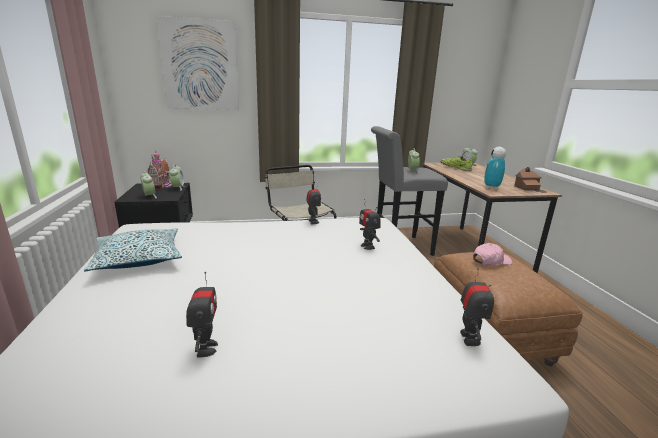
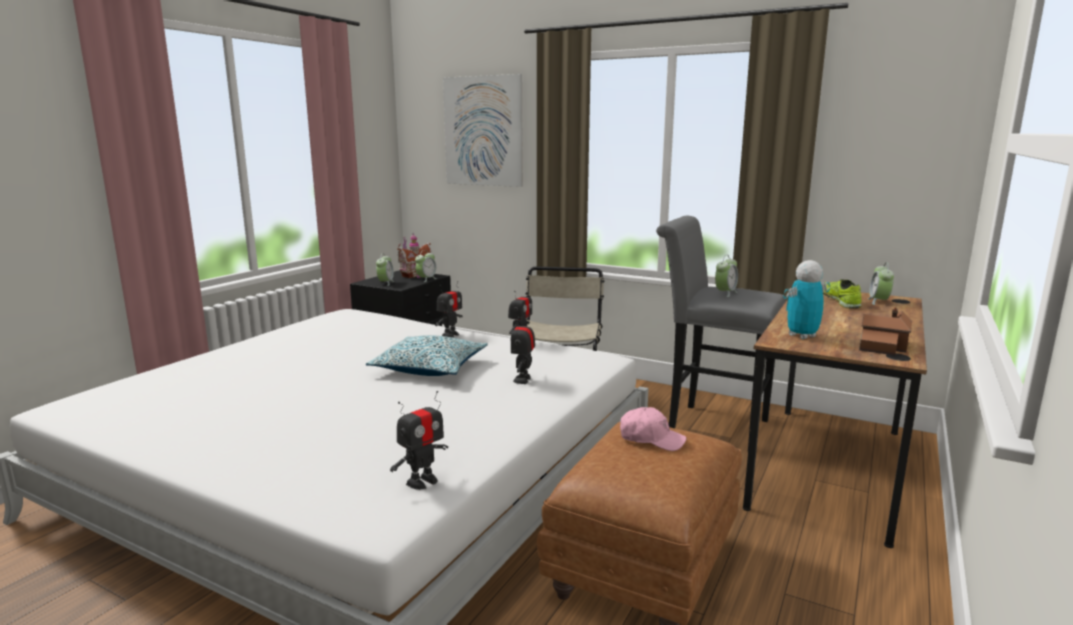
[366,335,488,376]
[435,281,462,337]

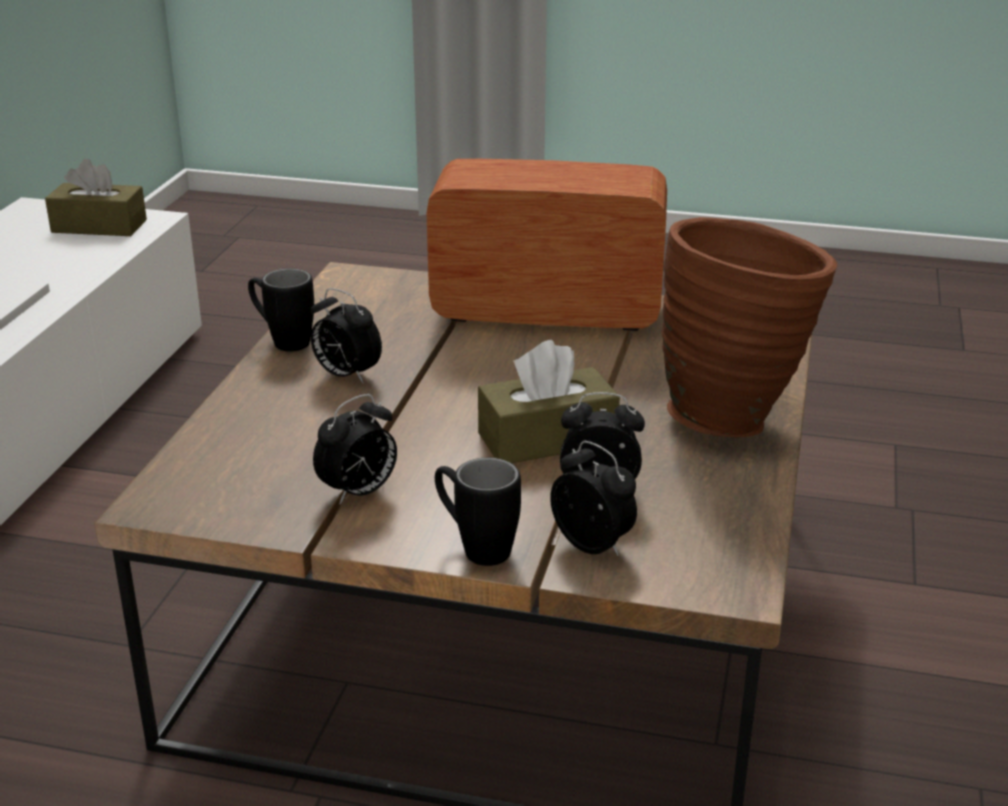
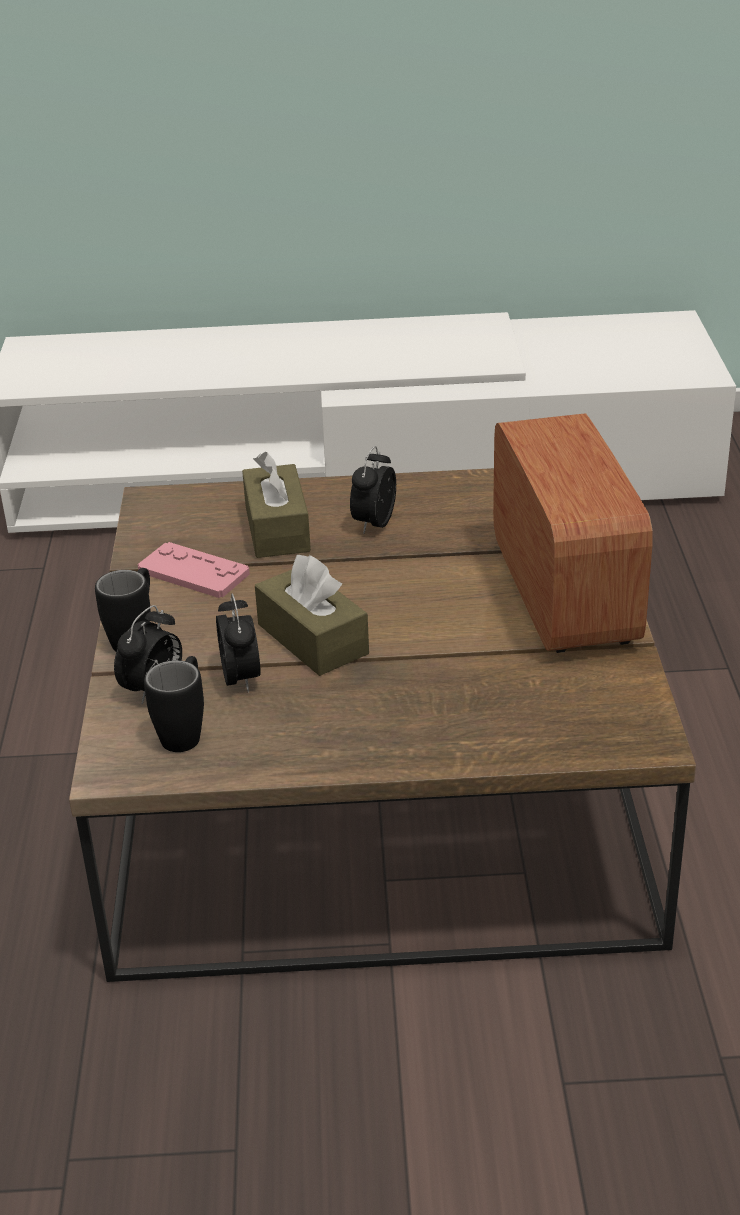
[242,452,311,558]
[662,217,837,437] (first image)
[144,656,204,752]
[137,542,250,598]

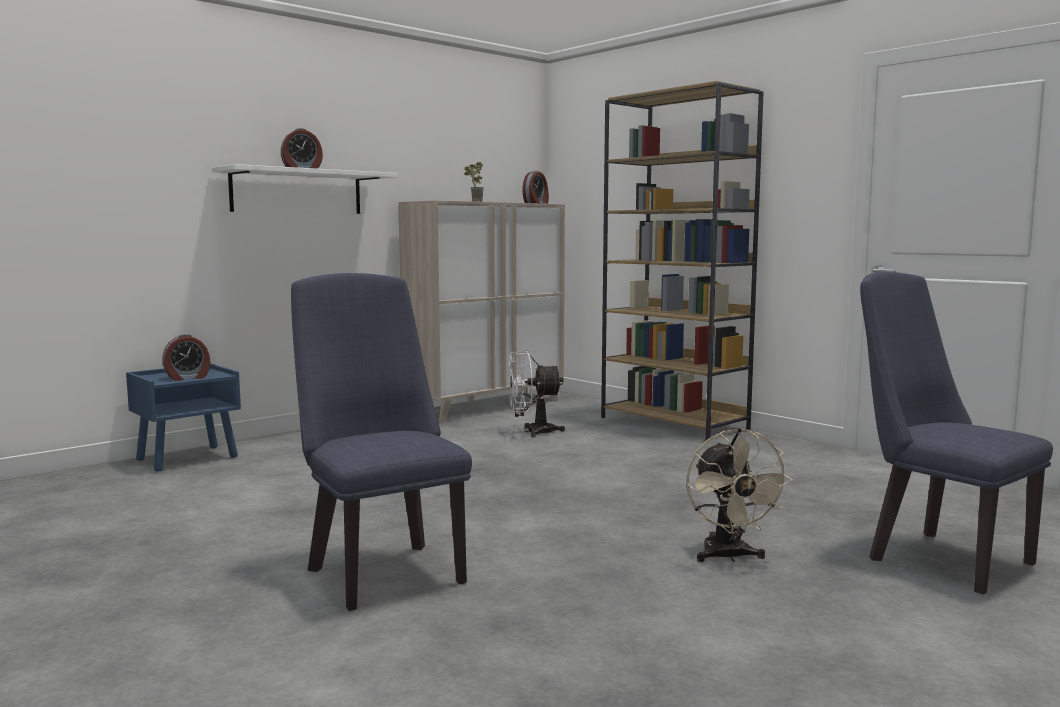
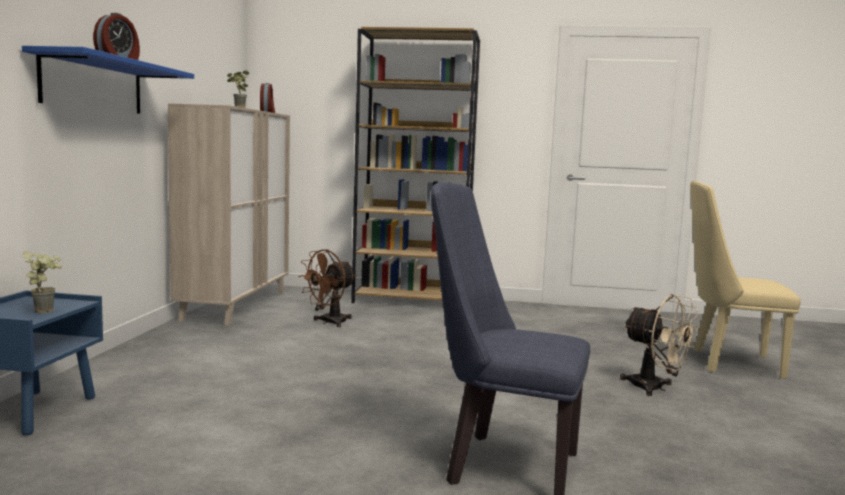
[22,46,194,114]
[690,181,801,379]
[22,251,62,313]
[298,249,357,327]

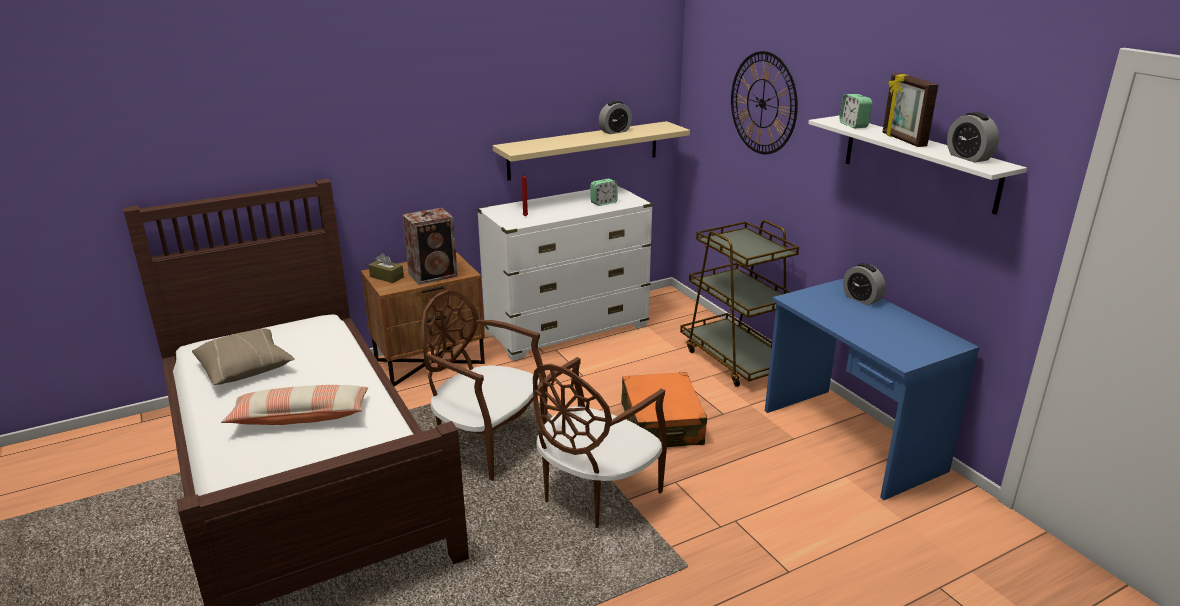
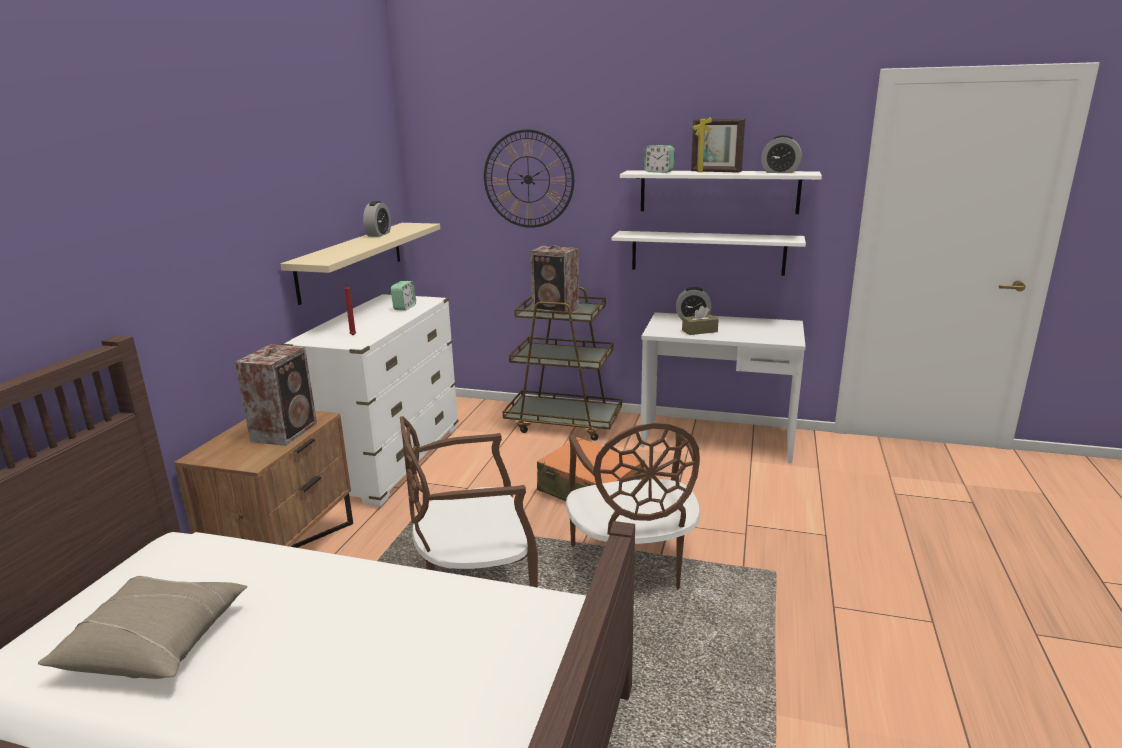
[682,306,719,335]
[640,312,806,463]
[221,385,368,425] (first image)
[611,231,806,276]
[530,246,579,315]

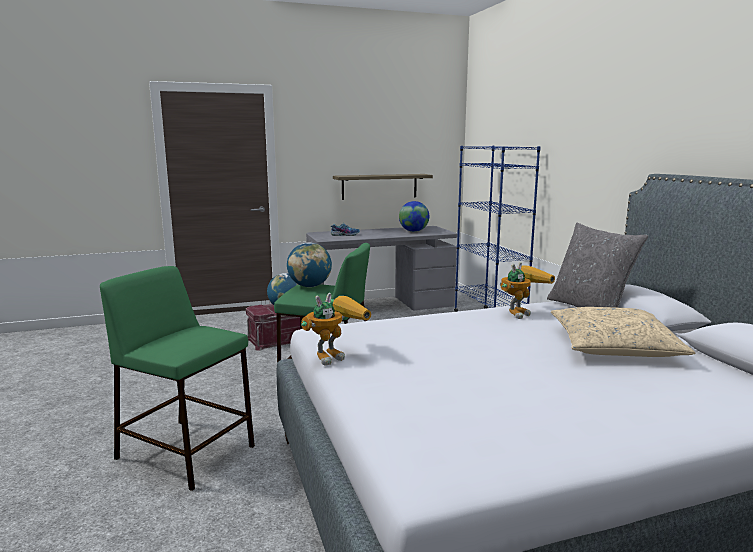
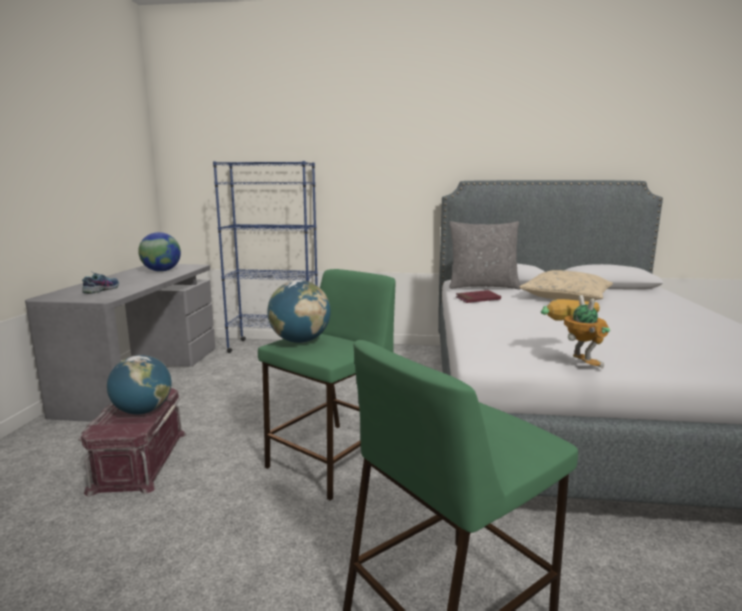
[333,174,433,200] (first image)
[456,290,501,303]

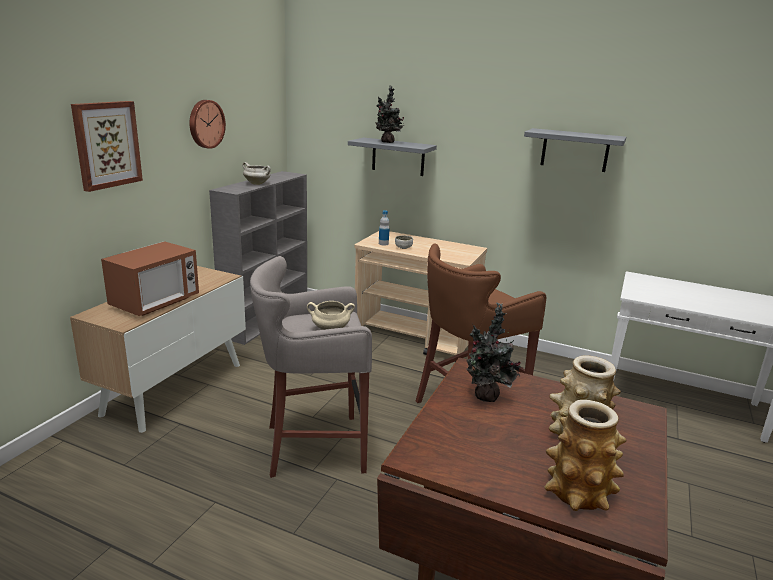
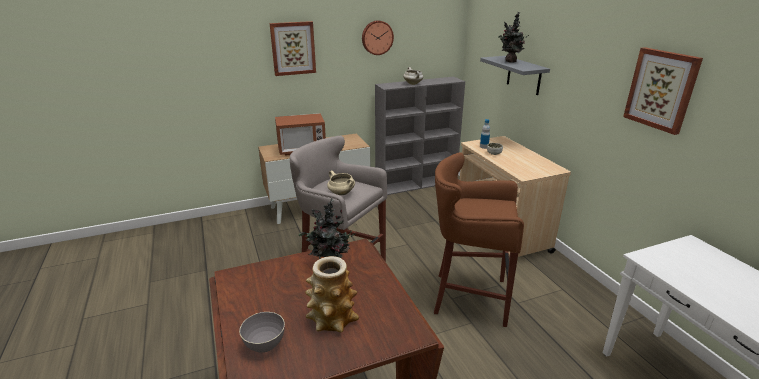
[623,47,703,135]
[239,312,285,353]

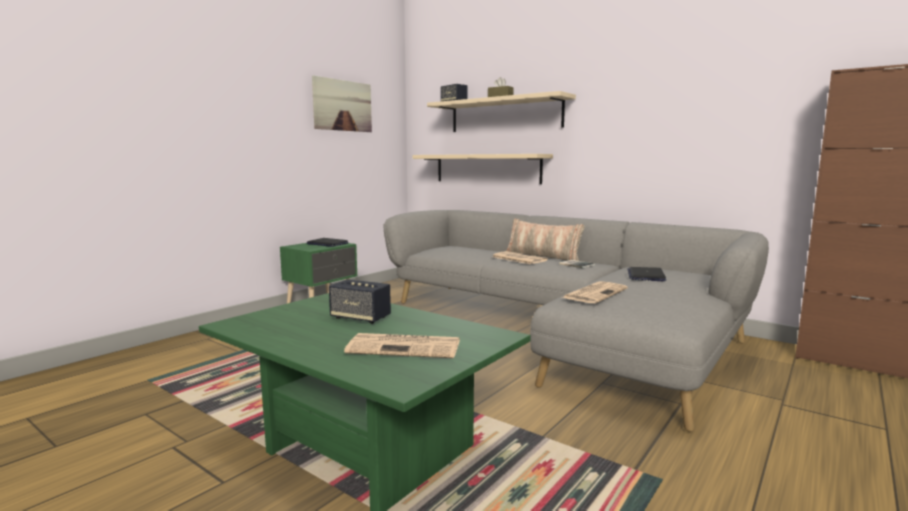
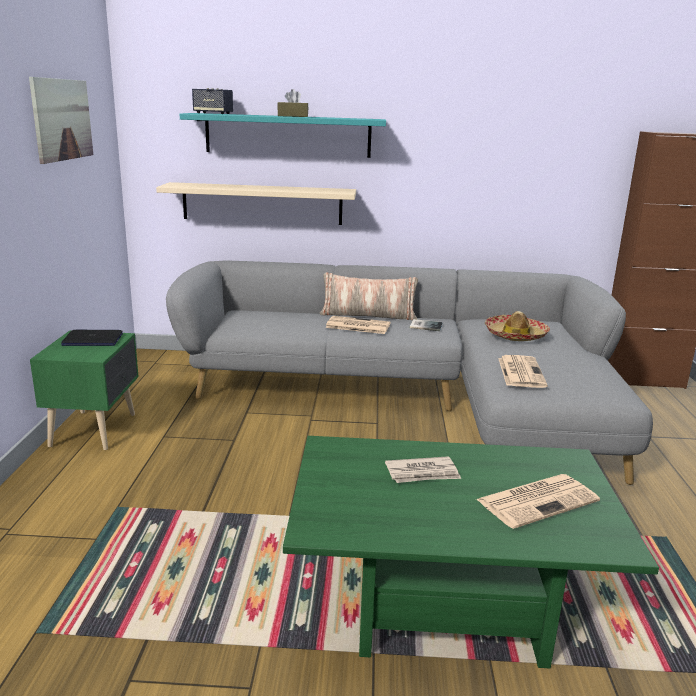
[180,113,386,158]
[485,311,550,341]
[385,456,461,483]

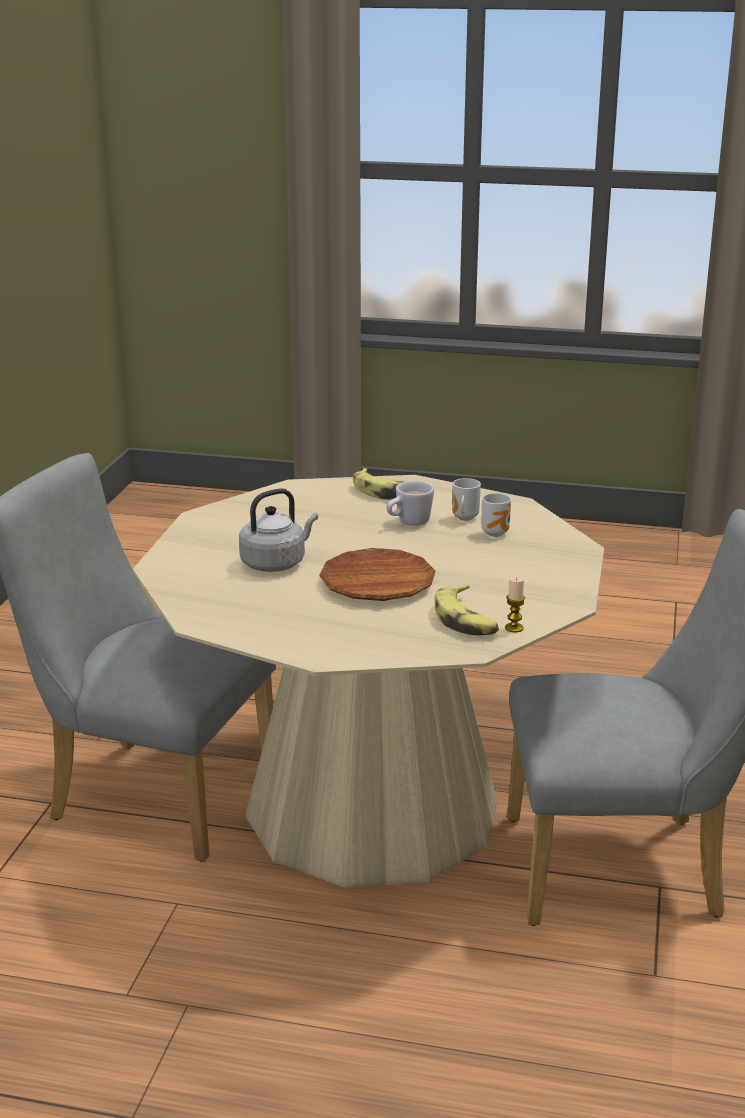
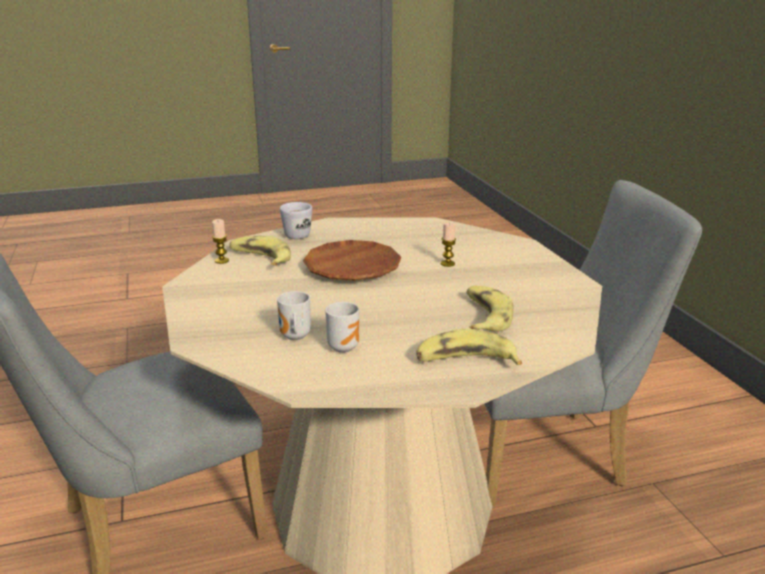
[280,202,312,239]
[441,223,456,267]
[466,286,513,331]

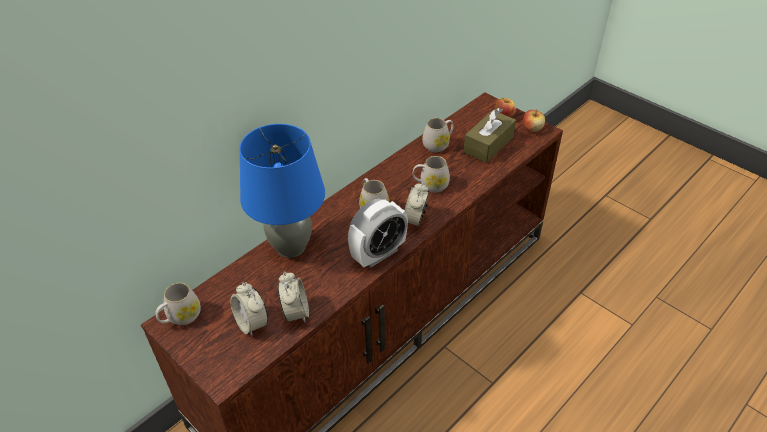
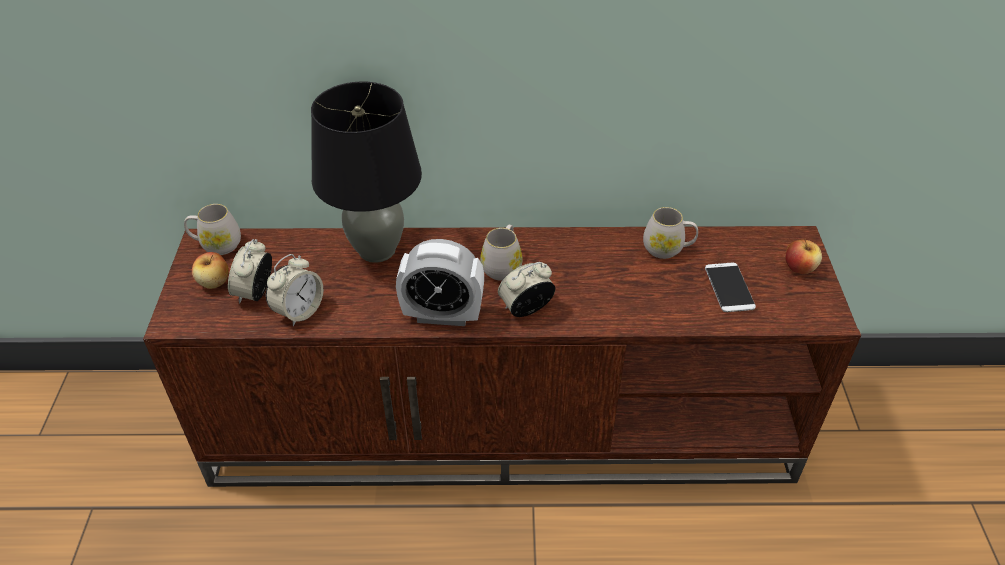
[705,262,756,312]
[192,252,229,289]
[311,82,422,263]
[413,156,450,192] (first image)

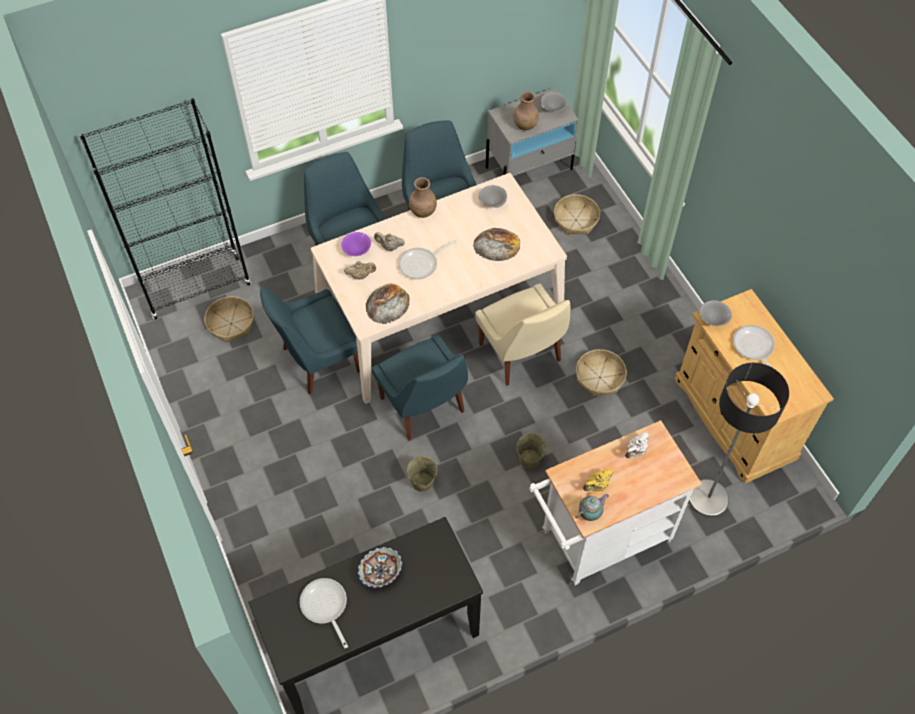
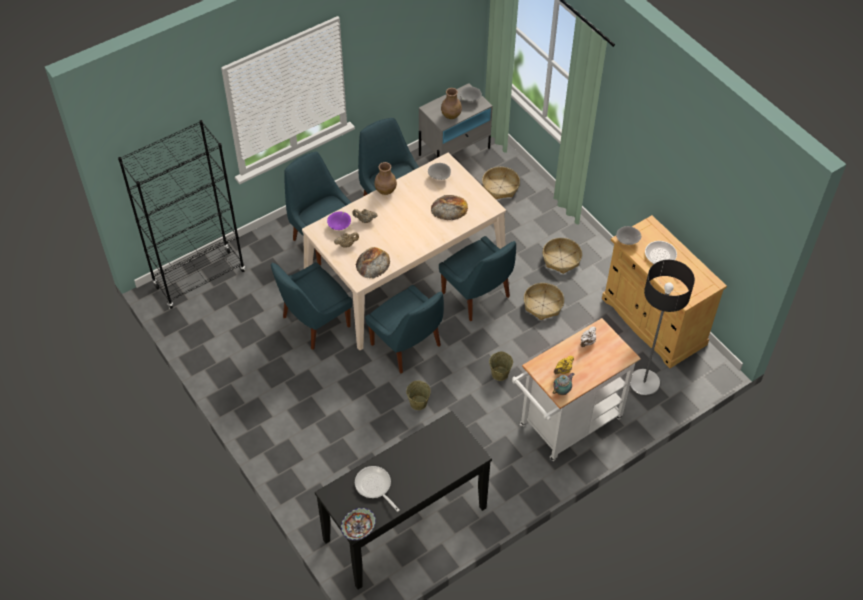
[398,240,457,279] (first image)
[439,236,516,321]
[543,238,582,274]
[341,508,376,541]

